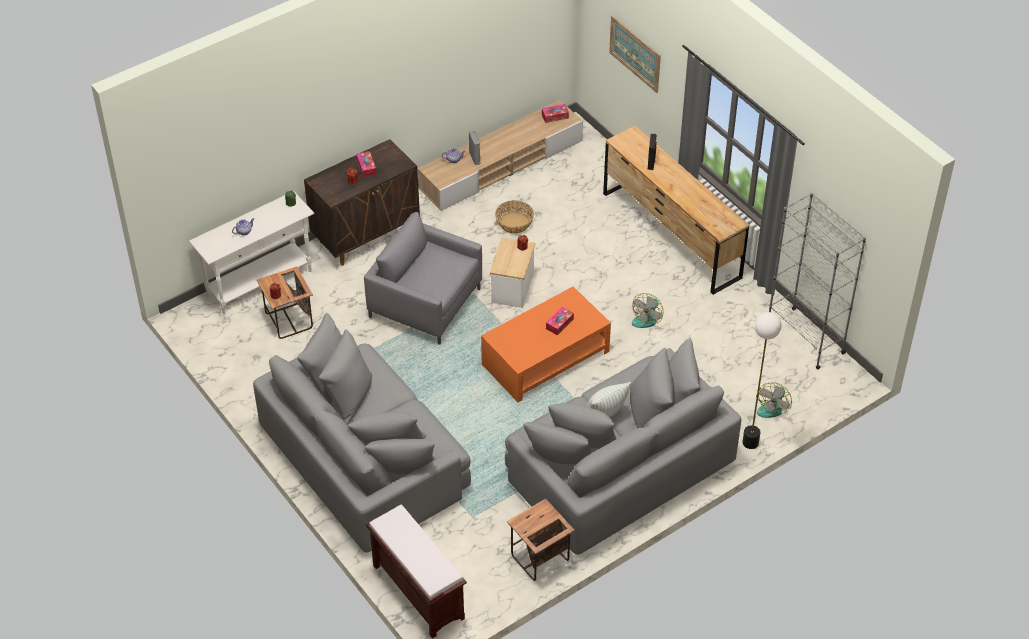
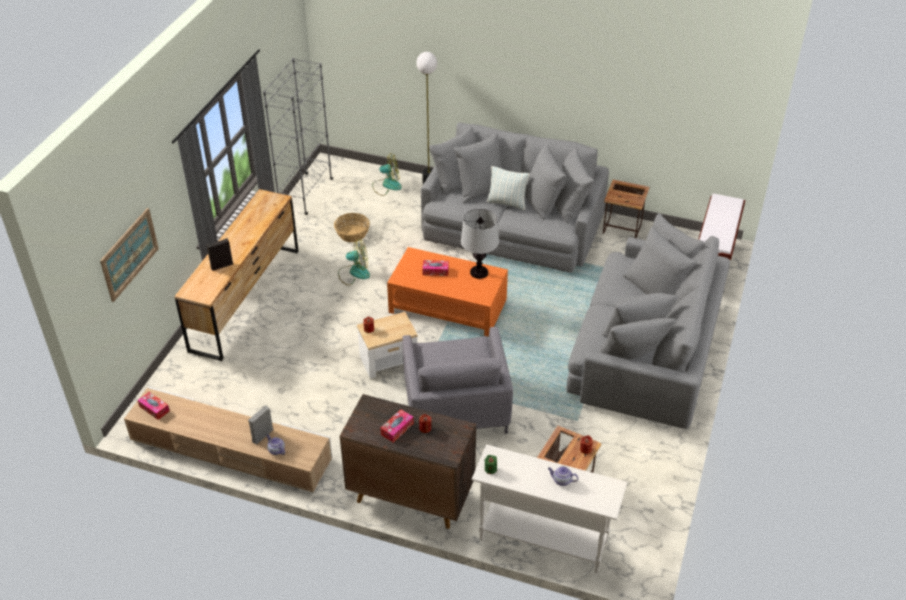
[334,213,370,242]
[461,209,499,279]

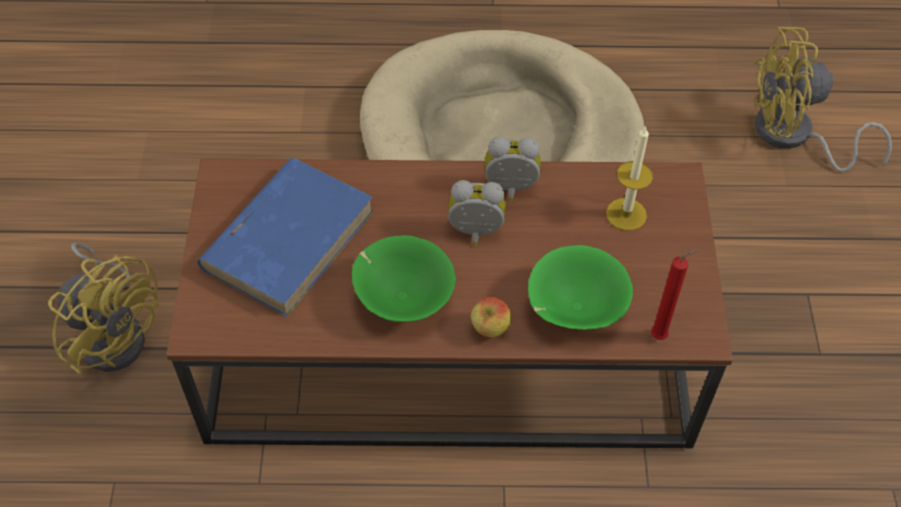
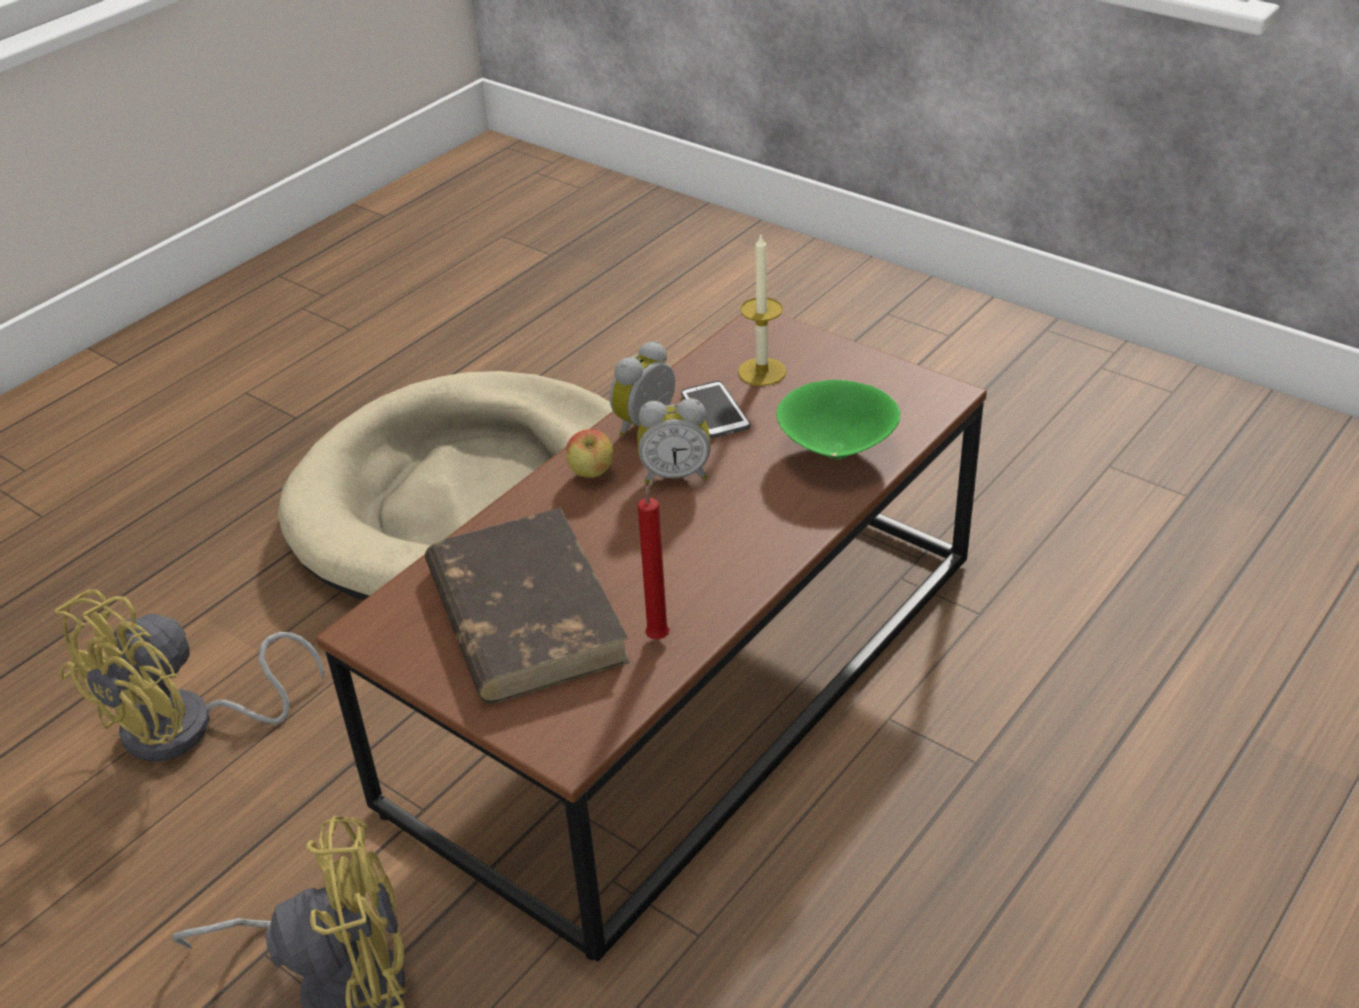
[54,589,324,762]
[425,507,630,704]
[637,398,711,484]
[352,235,456,322] (first image)
[638,474,670,639]
[566,429,614,478]
[681,381,750,438]

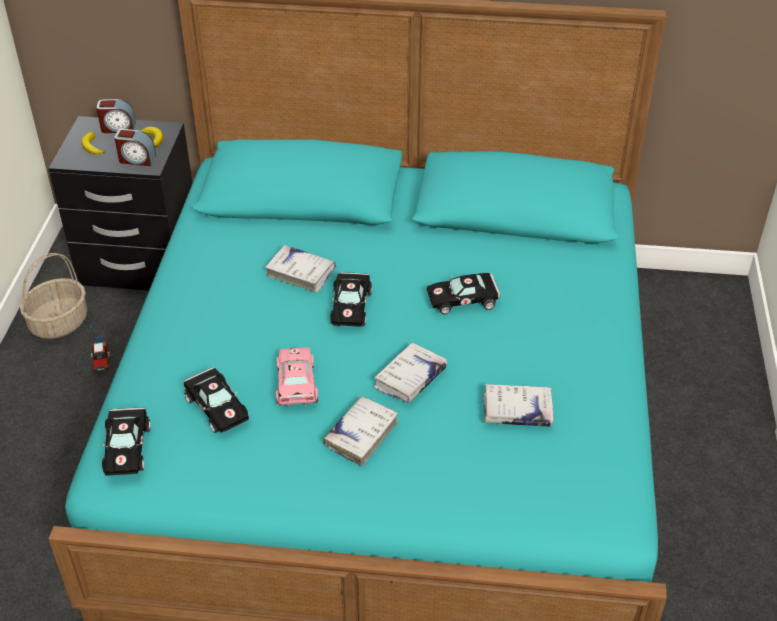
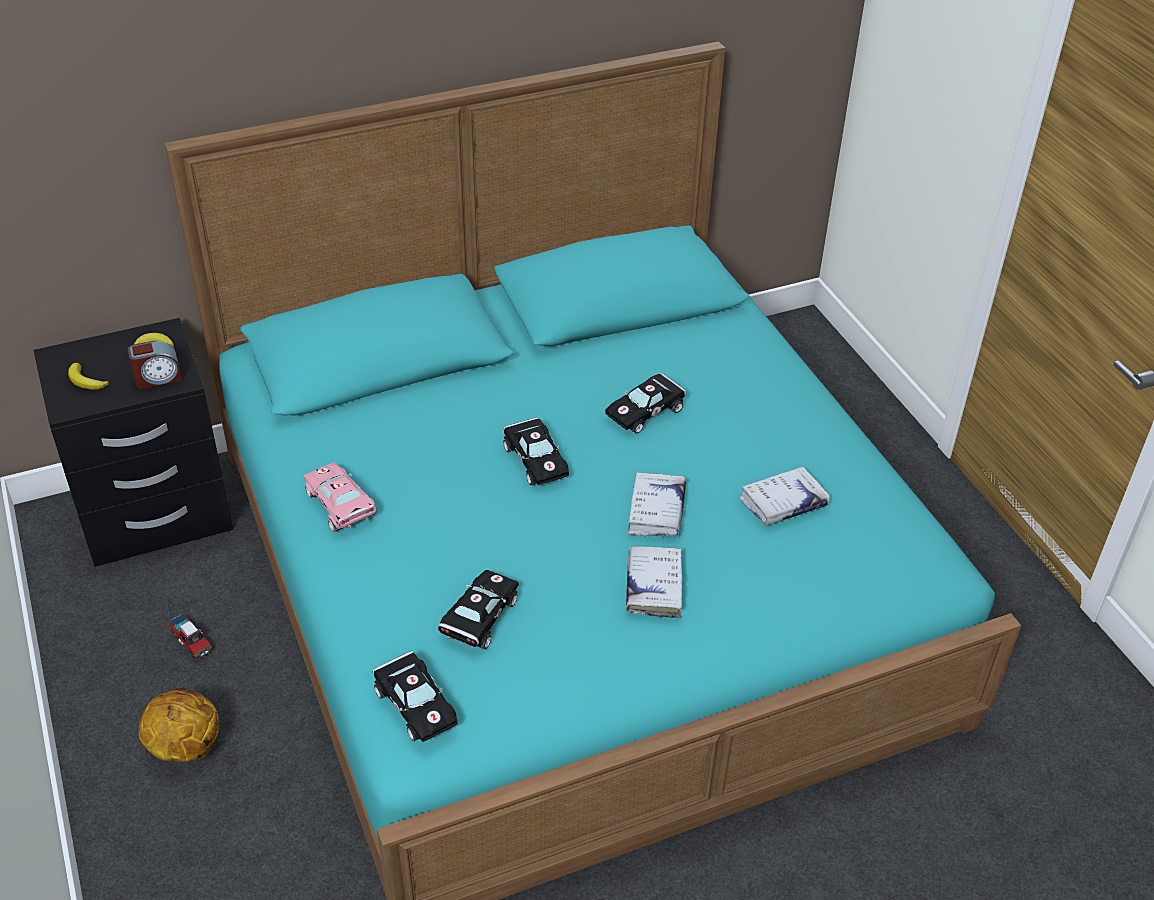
[97,99,136,133] (first image)
[265,245,336,293] (first image)
[20,253,87,339] (first image)
[304,463,376,532]
[438,570,518,649]
[139,688,219,762]

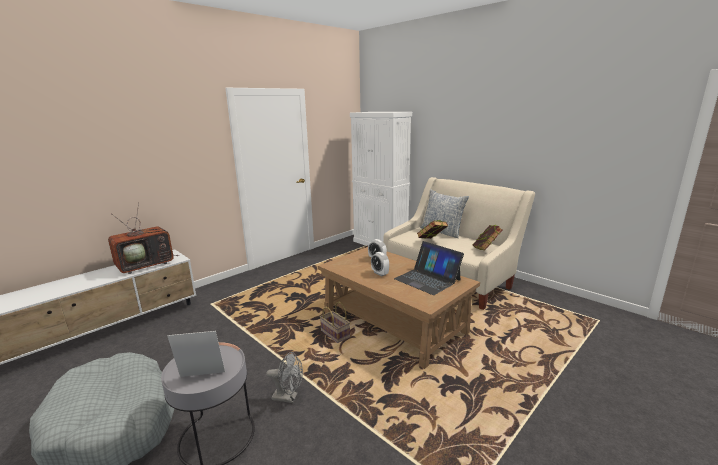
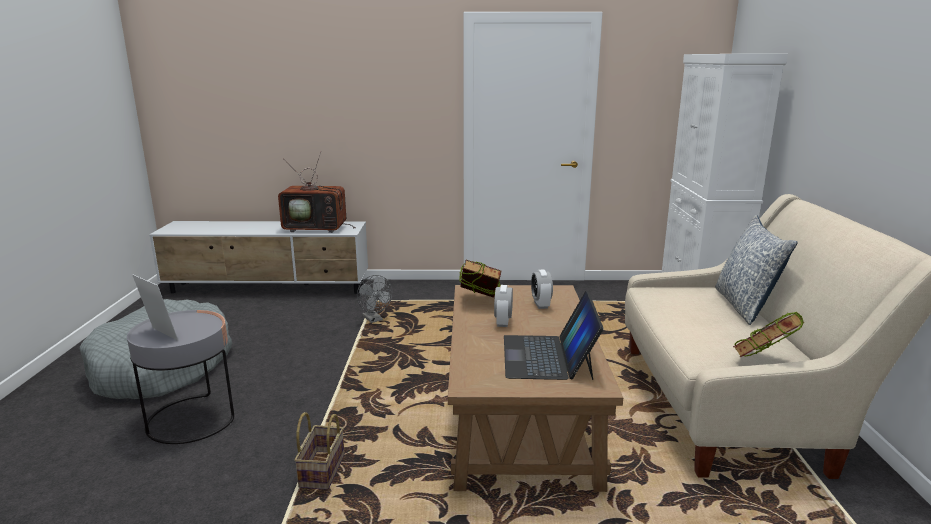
[459,260,501,298]
[294,412,345,489]
[357,275,392,323]

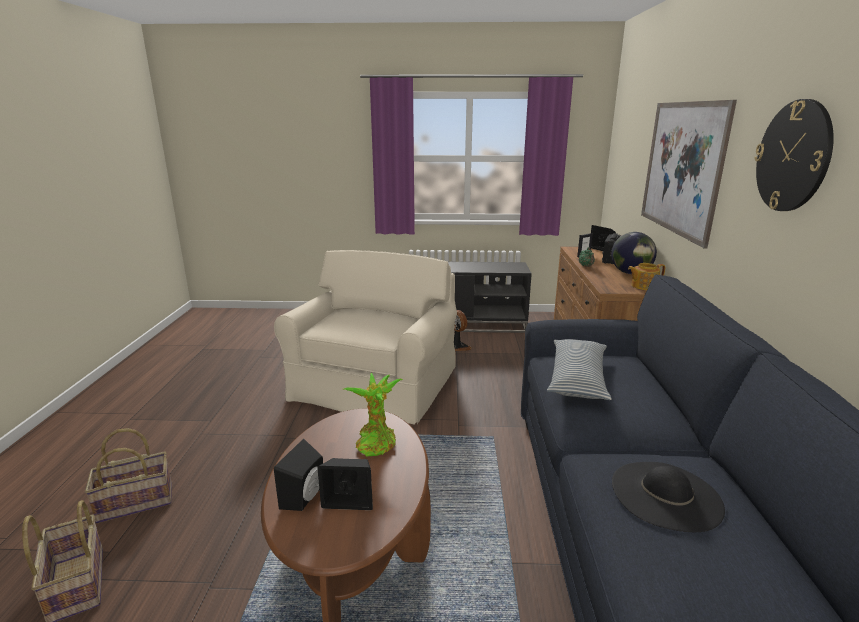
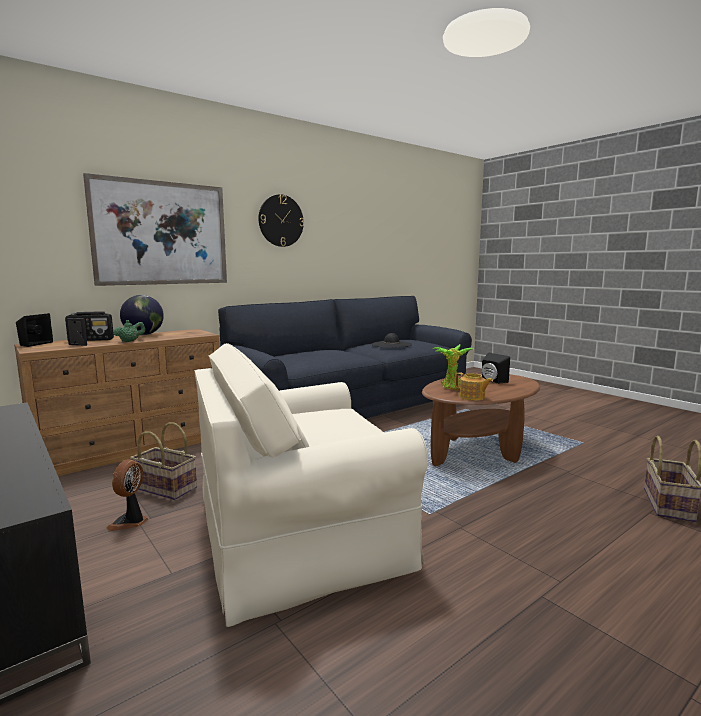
[455,372,493,400]
[547,339,611,400] (first image)
[130,422,197,500]
[274,439,323,511] (first image)

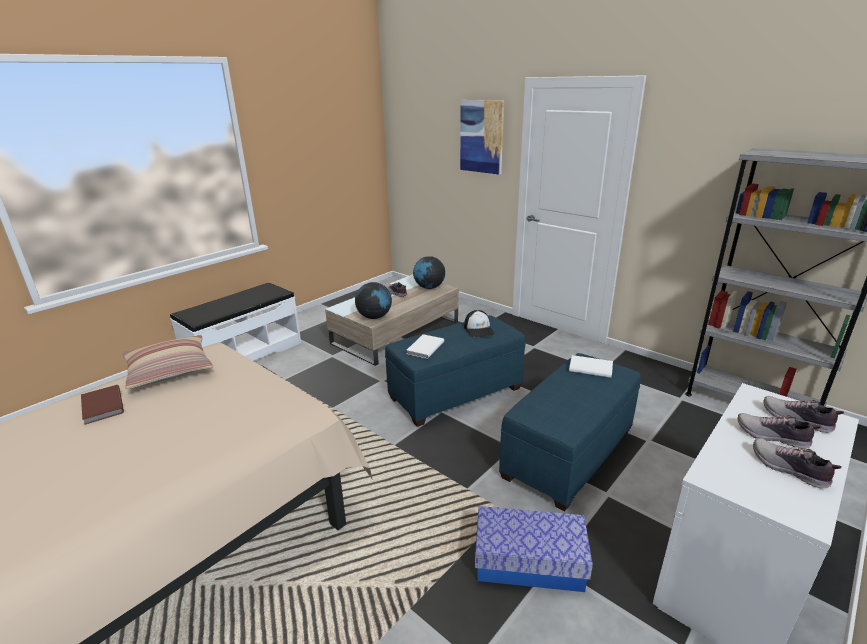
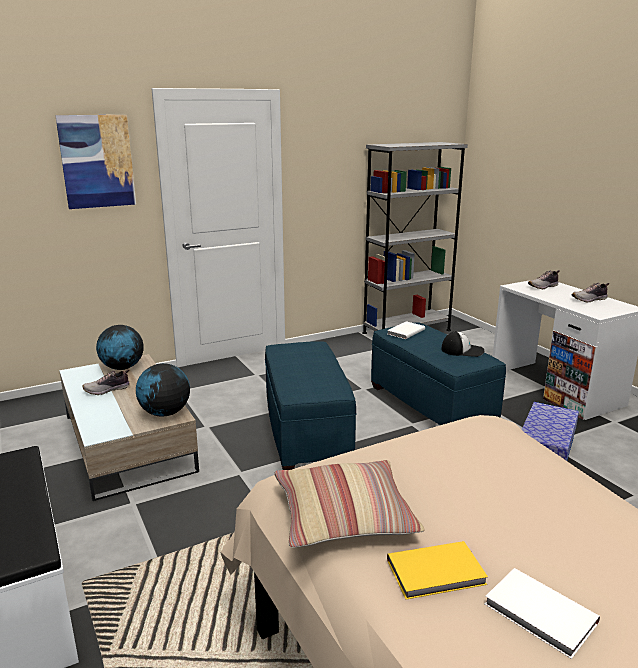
[441,331,484,357]
[485,568,600,659]
[387,541,488,600]
[738,413,821,449] (first image)

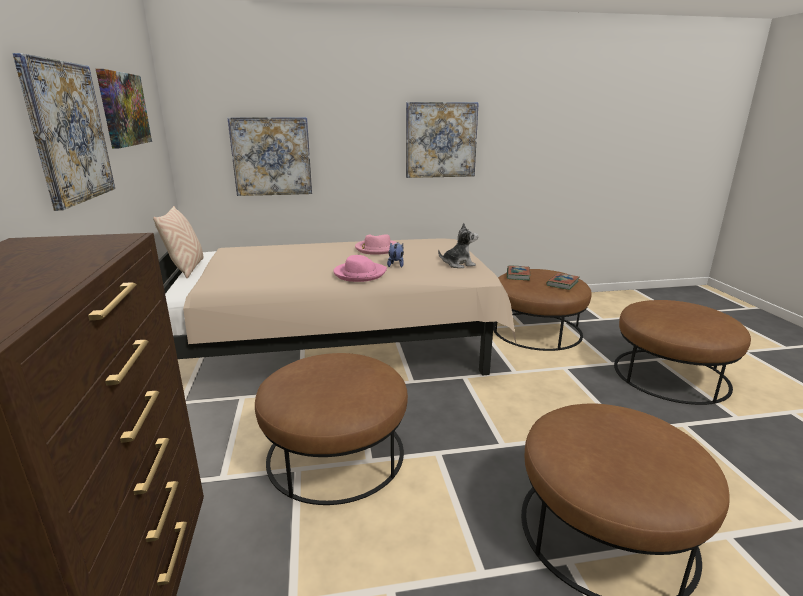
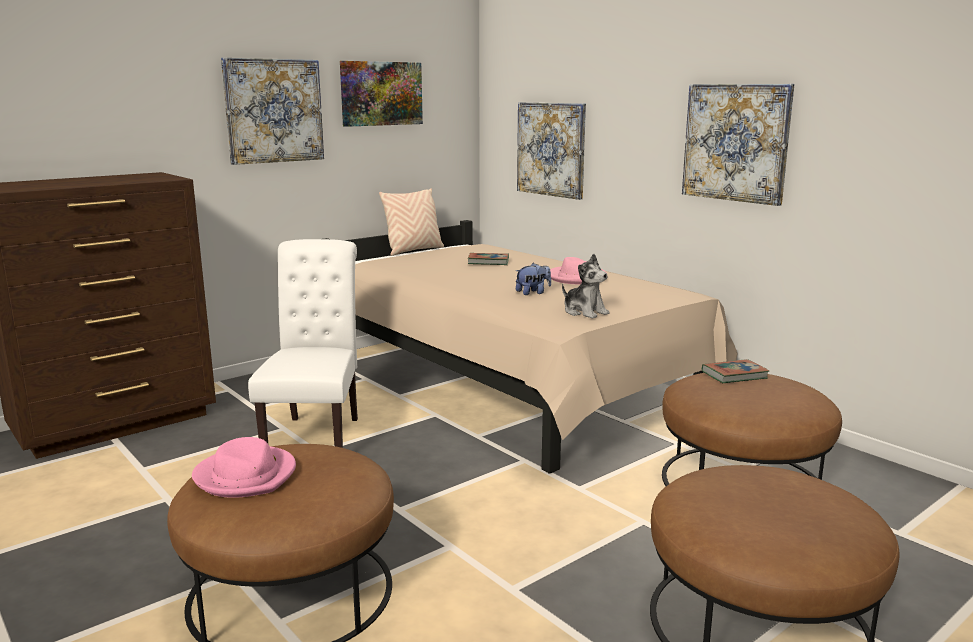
[192,437,296,498]
[468,253,509,265]
[248,239,358,448]

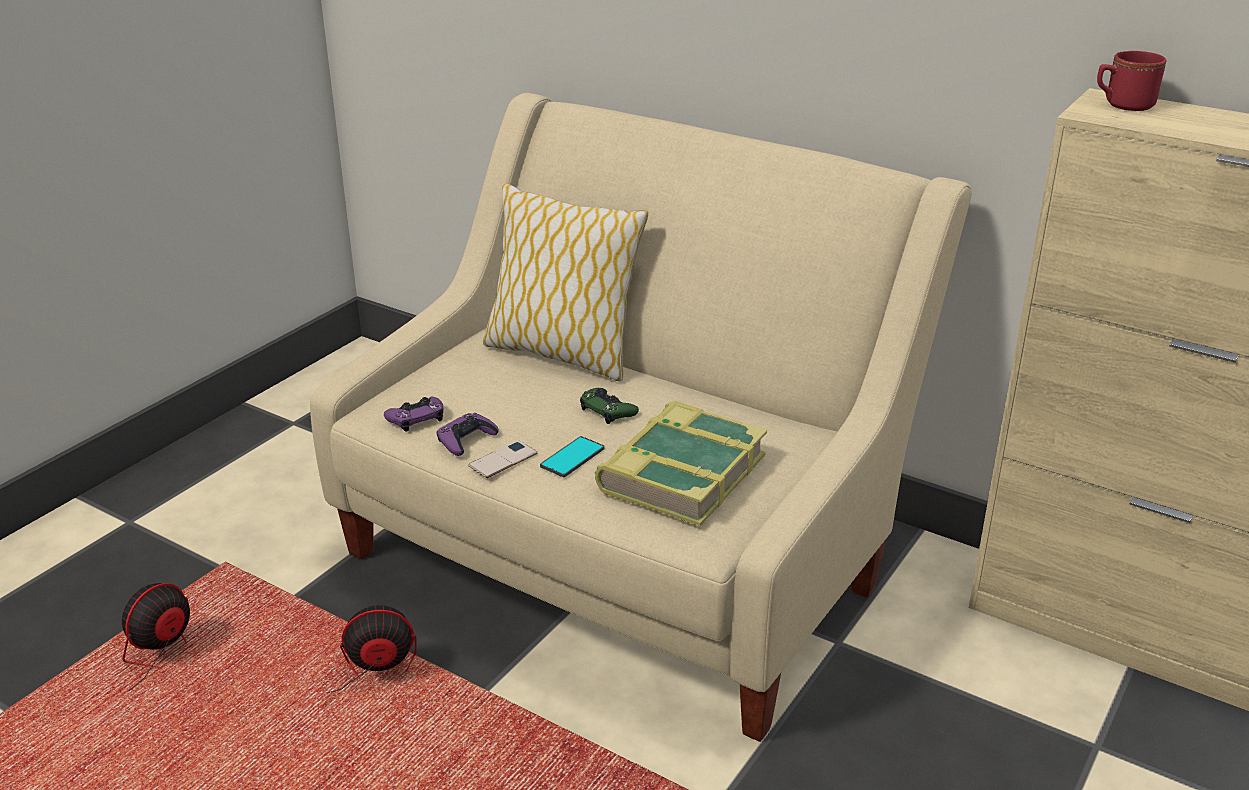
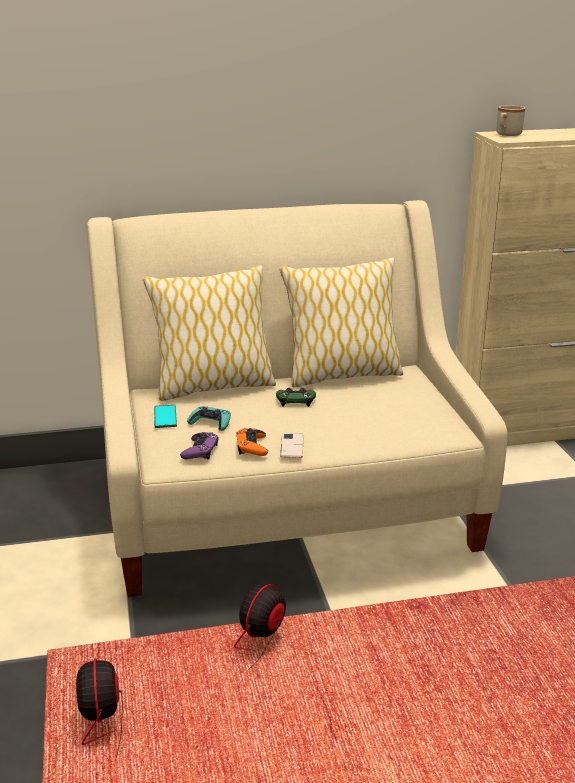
[497,105,525,136]
[595,401,767,526] (first image)
[237,428,268,456]
[154,405,177,428]
[280,257,403,388]
[187,406,231,431]

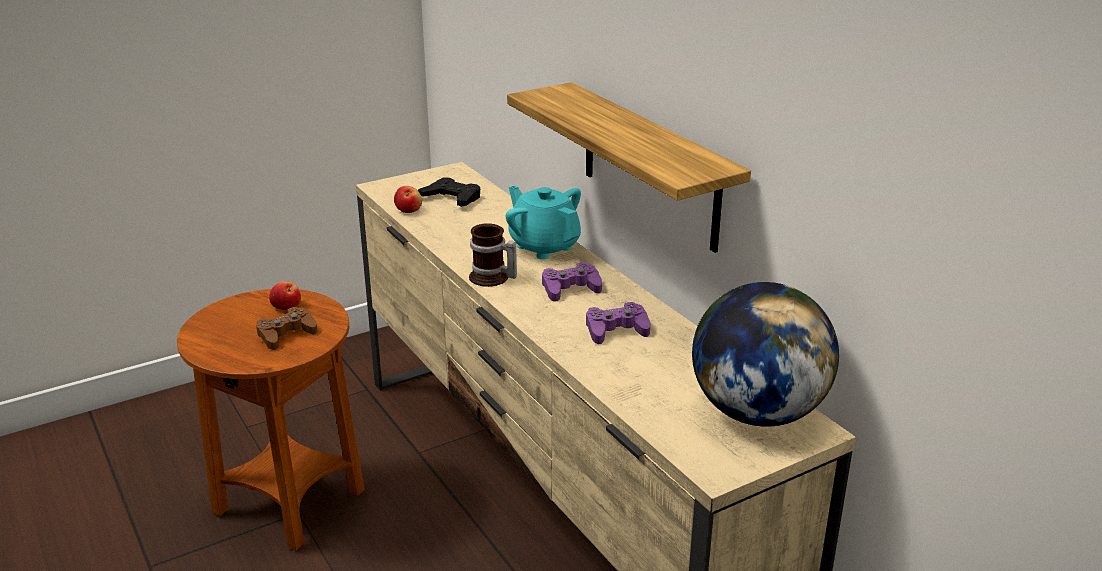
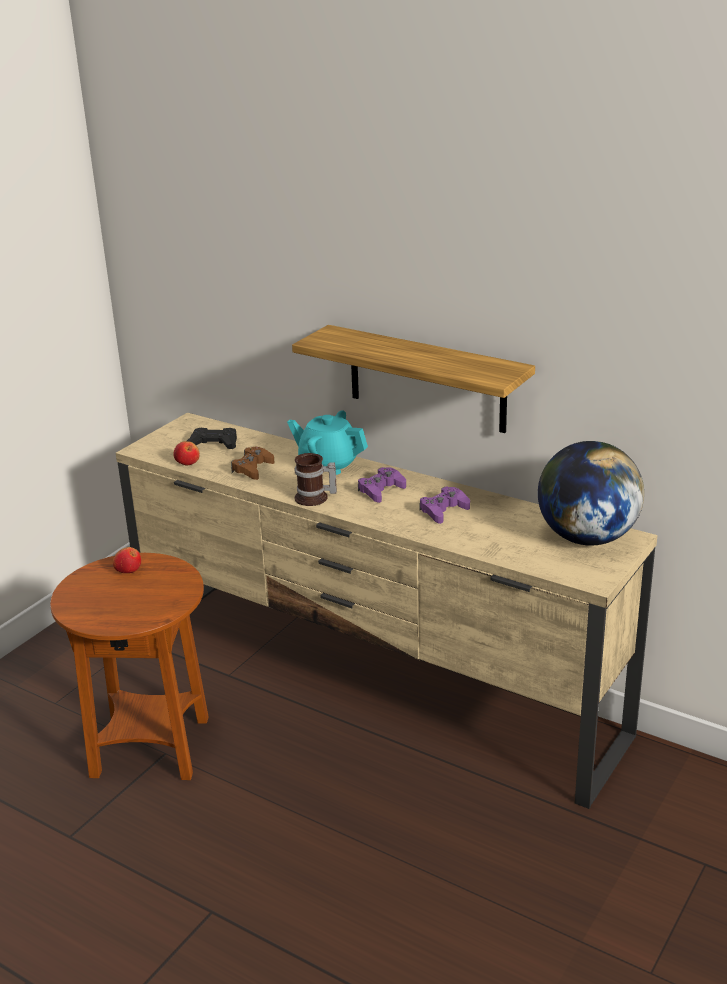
[231,447,275,480]

